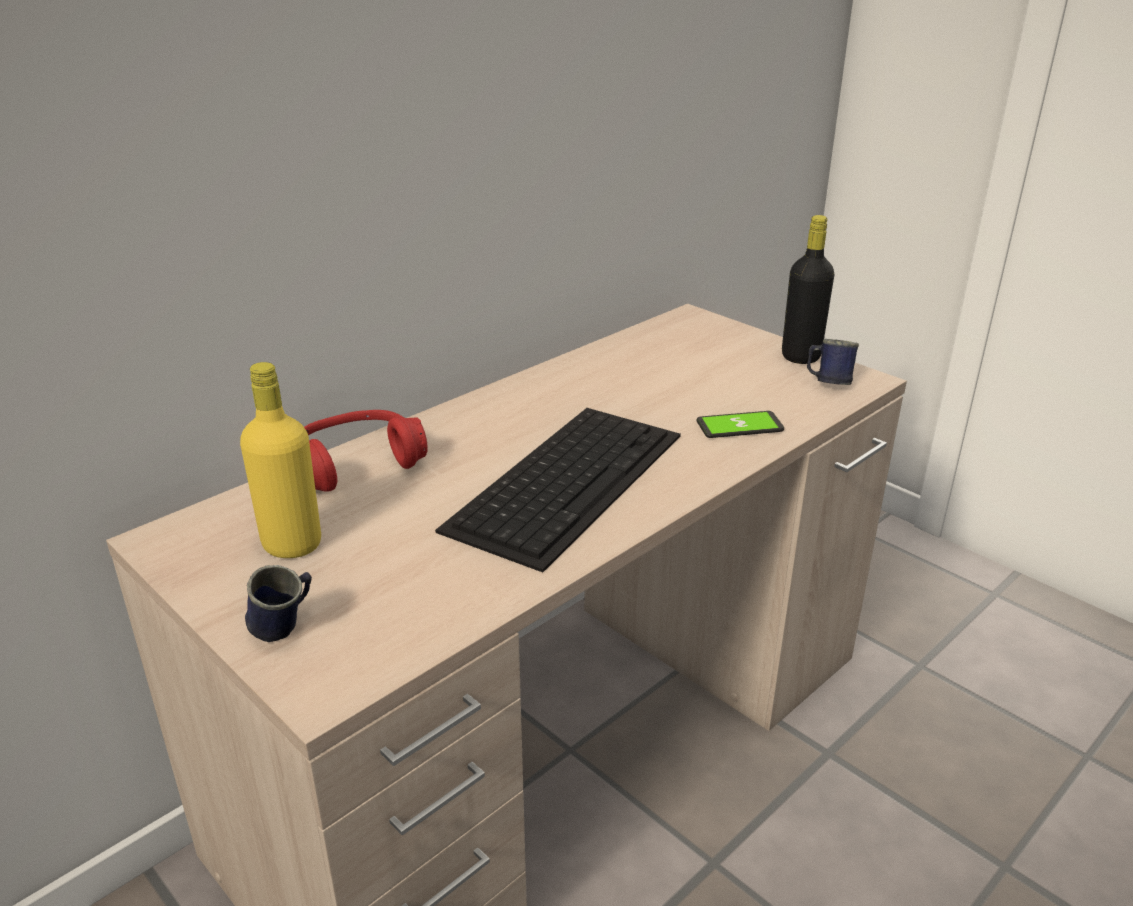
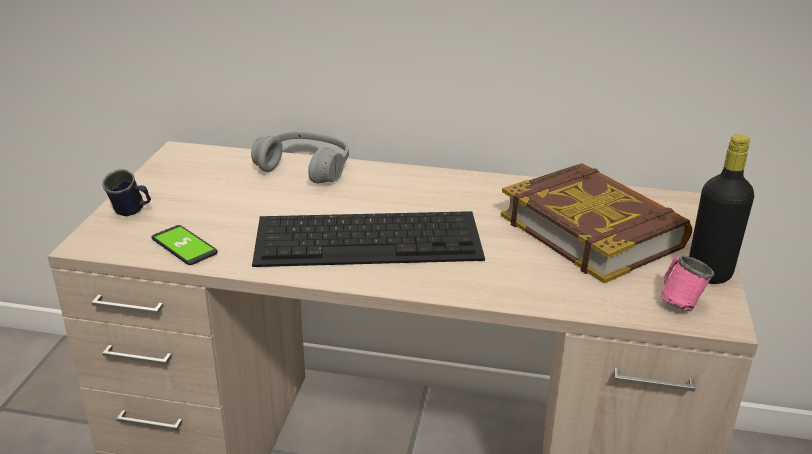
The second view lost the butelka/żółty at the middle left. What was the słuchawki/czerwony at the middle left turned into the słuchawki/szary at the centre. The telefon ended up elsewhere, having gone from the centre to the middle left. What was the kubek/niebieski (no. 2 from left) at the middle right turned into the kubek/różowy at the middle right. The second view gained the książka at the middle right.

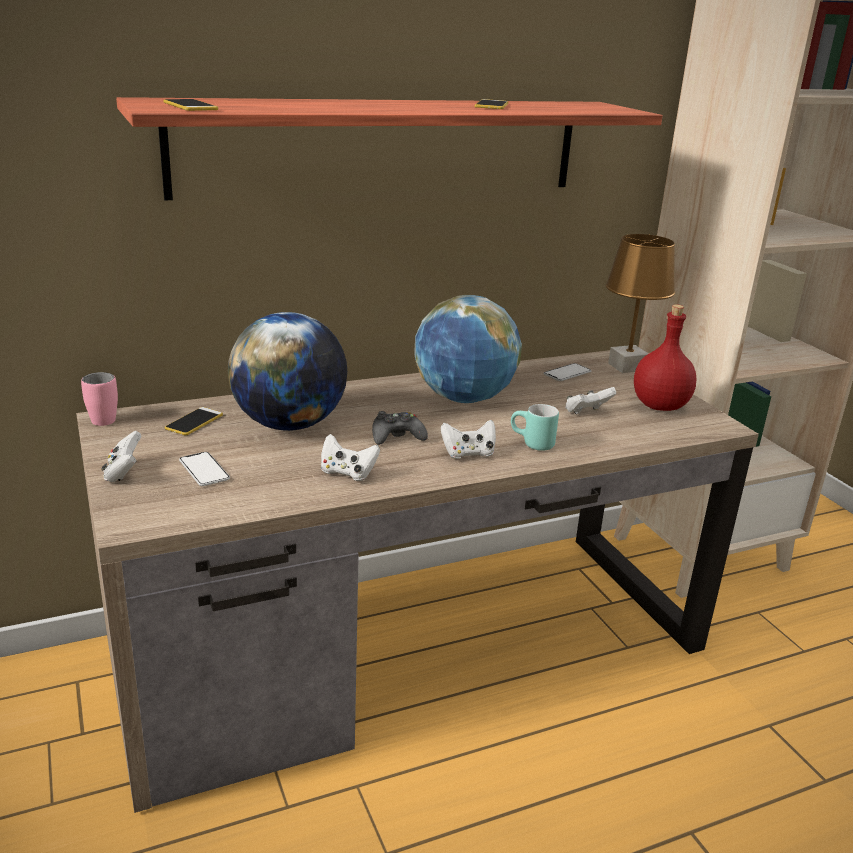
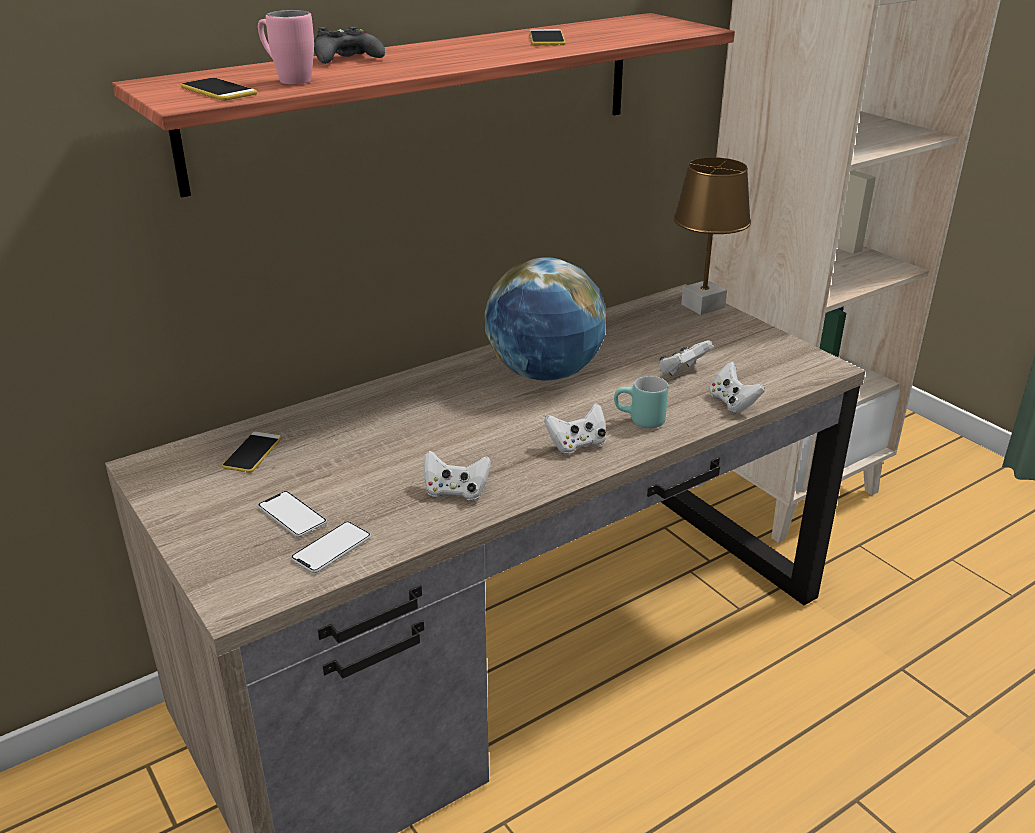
The kubek/różowy ended up elsewhere, having gone from the middle left to the top left. The pad do gier/biały (no. 1 from left in the first image) ended up elsewhere, having gone from the middle left to the middle right. The second view lost the globus (no. 1 from left) at the centre. The pad do gier/czarny ended up elsewhere, having gone from the centre to the top centre. The telefon (no. 5 from left in the first image) ended up elsewhere, having gone from the centre to the middle left. The second view lost the butelka/czerwony at the middle right.

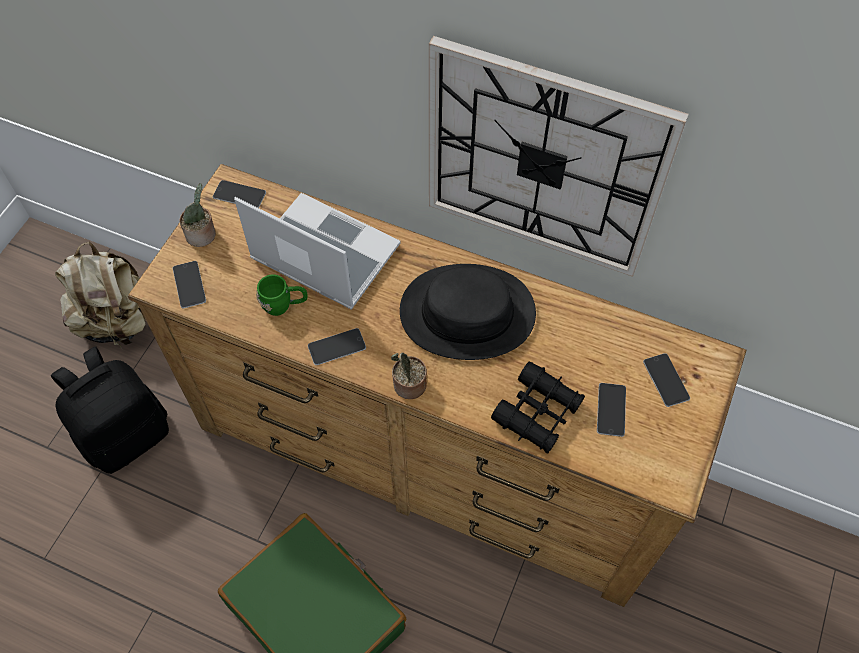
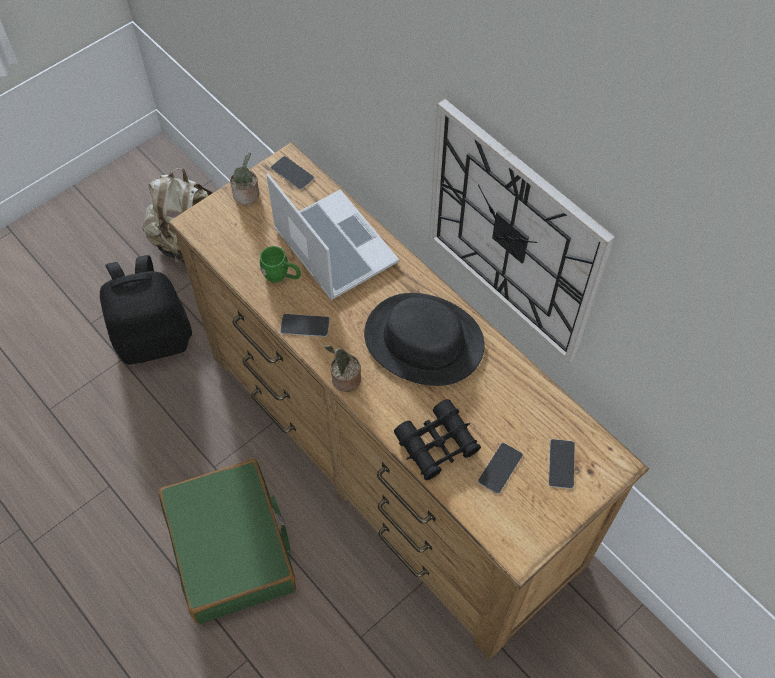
The second view lost the telefon (no. 1 from left) at the middle left.

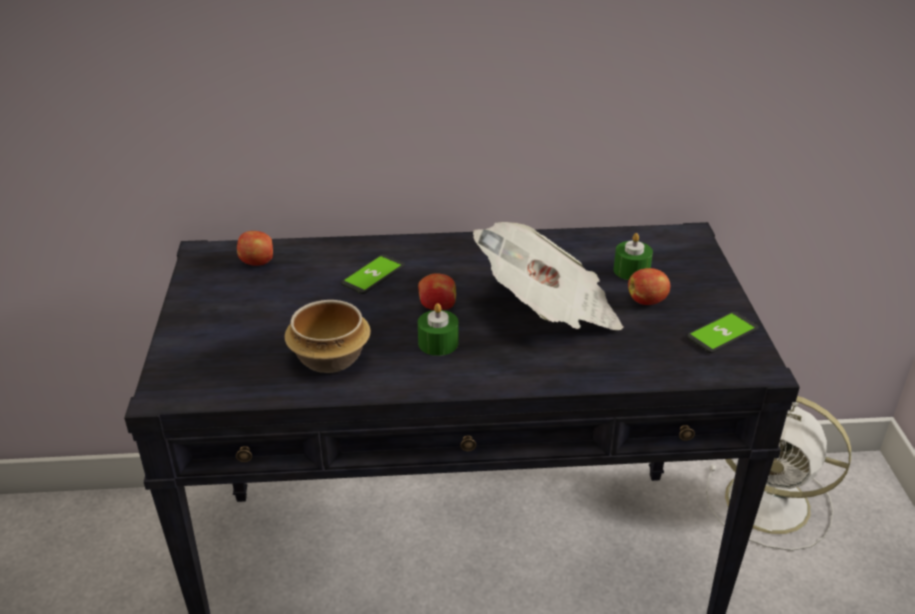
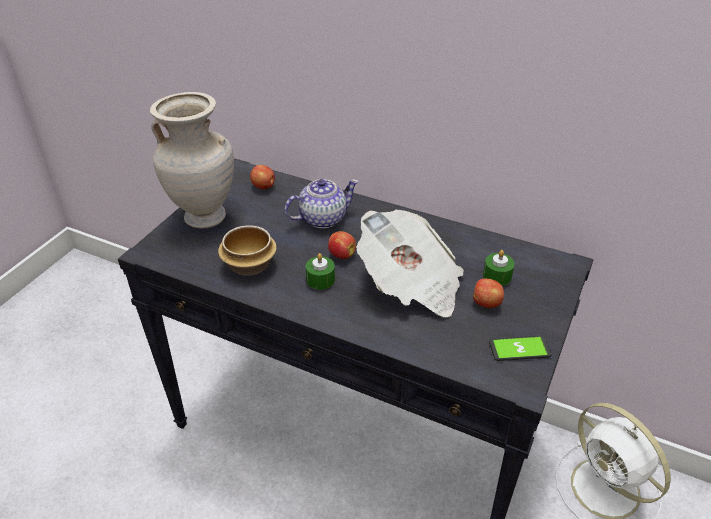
Where the telefon (no. 1 from left) stood at the centre, the imbryk came to stand at the centre. The second view gained the wazon/beżowy at the top left.

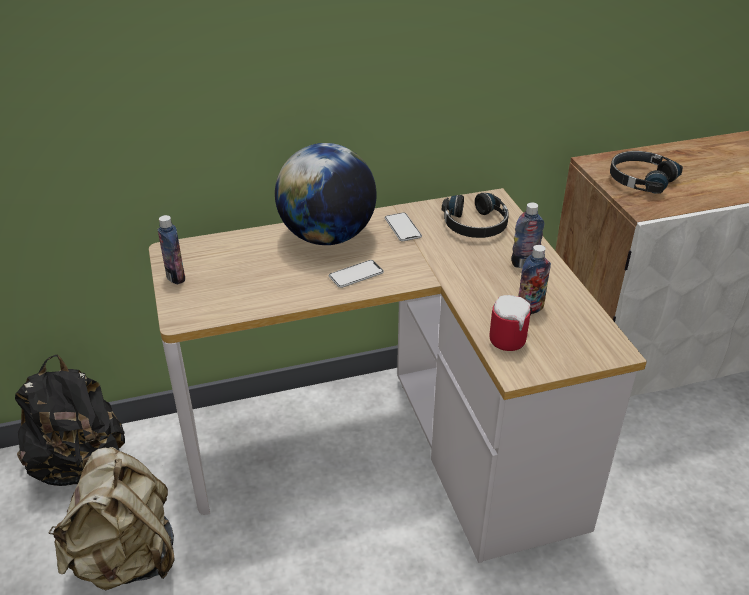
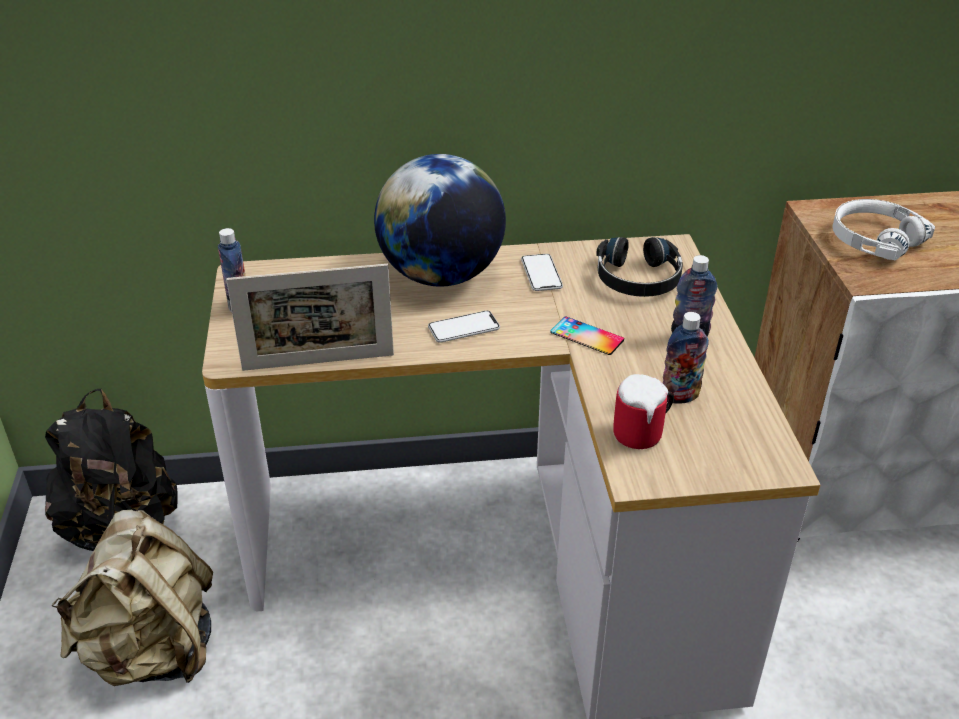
What was the słuchawki/czarny (no. 2 from left) at the top right turned into the słuchawki/biały at the top right. The second view gained the ramka na zdjęcie at the middle left. The second view gained the telefon (no. 3 from left) at the centre.

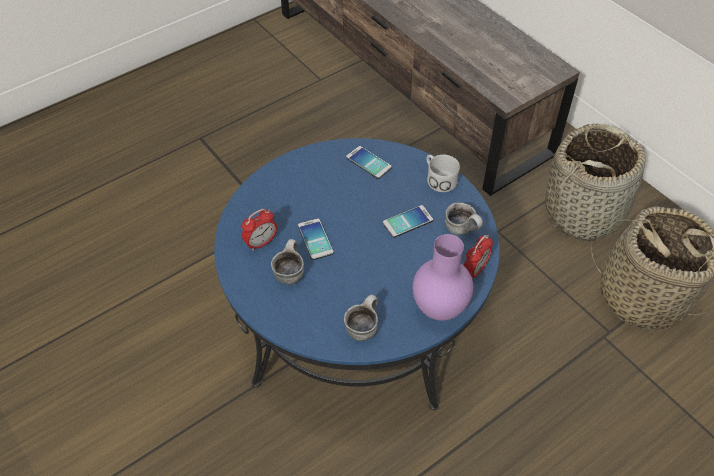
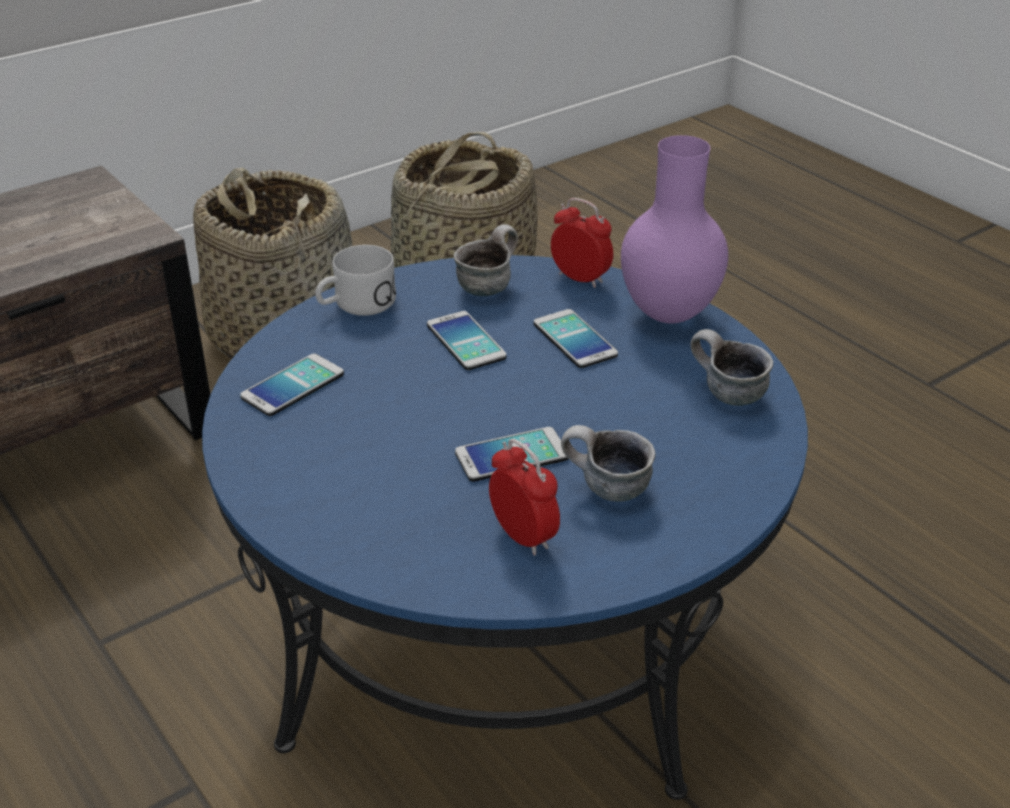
The second view gained the telefon (no. 4 from left) at the centre.

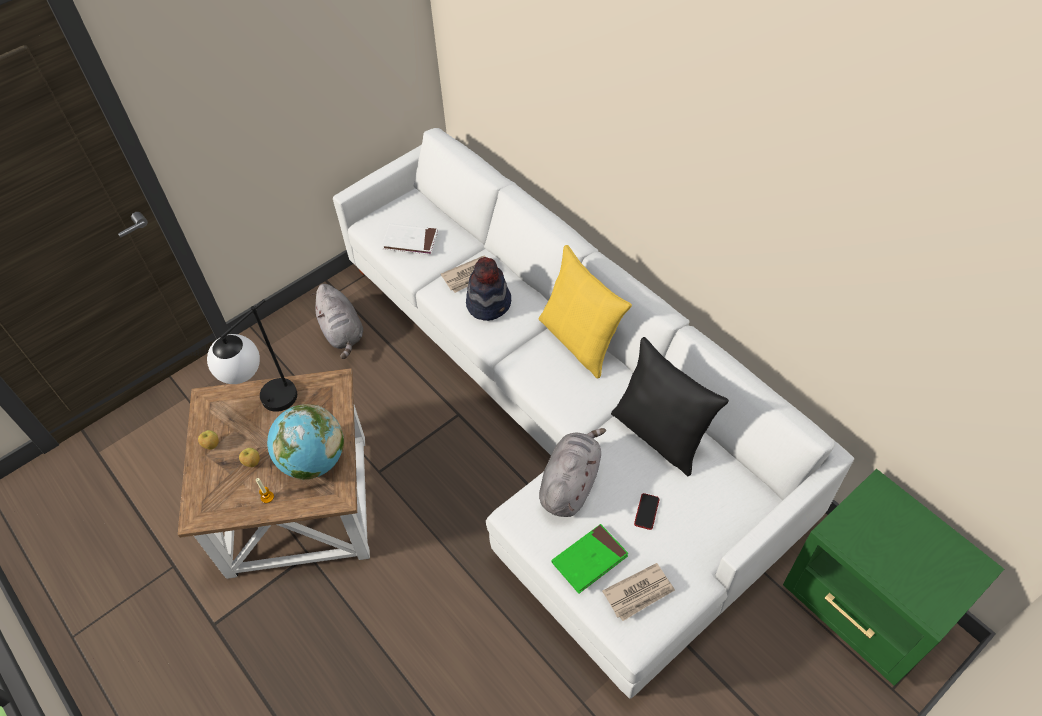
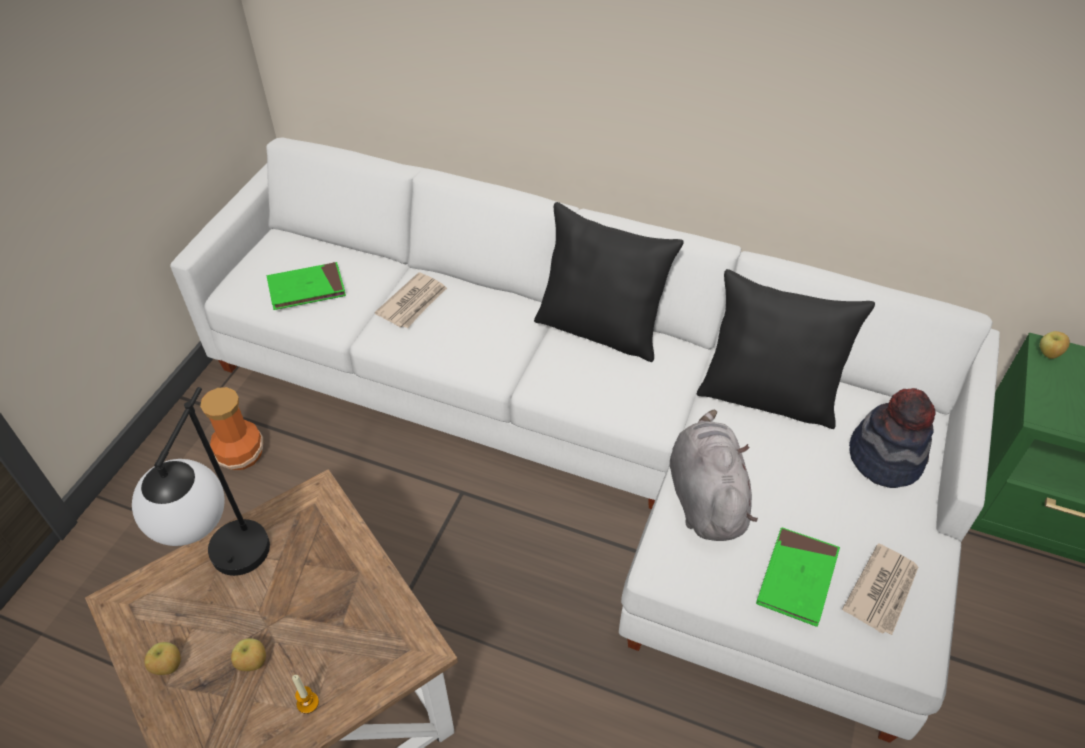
The second view lost the globus at the middle left. Where the pluszak/szary (no. 1 from left) stood at the middle left, the wazon came to stand at the middle left. What was the książka/biały at the centre turned into the książka/zielony (no. 1 from left) at the middle left. The kapelusz ended up elsewhere, having gone from the centre to the middle right. What was the poduszka/żółty at the centre turned into the poduszka/czarny (no. 1 from left) at the centre. The second view lost the telefon at the bottom centre. The second view gained the jabłko (no. 3 from left) at the middle right.

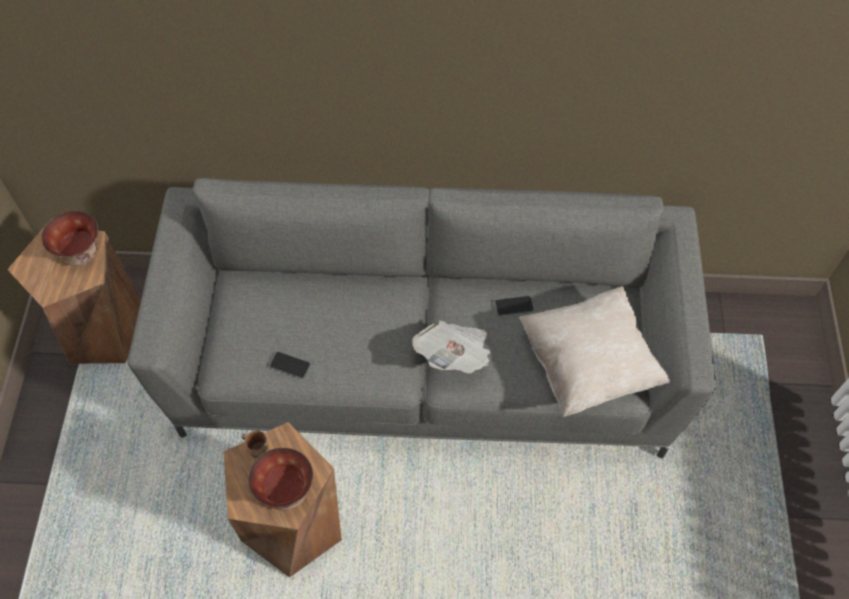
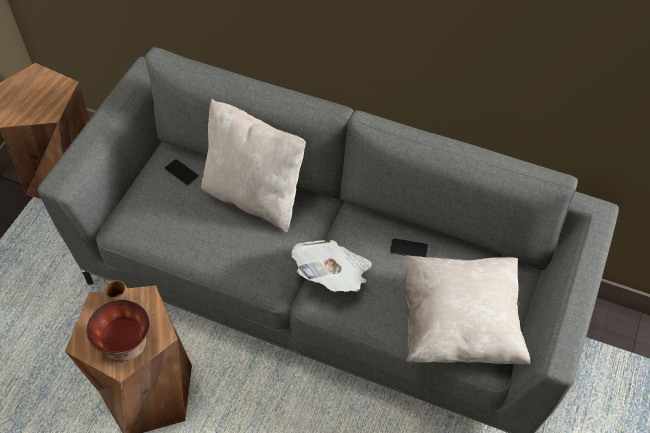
The second view lost the miska (no. 1 from left) at the middle left. The telefon (no. 1 from left) ended up elsewhere, having gone from the centre to the middle left. The second view gained the poduszka/beżowy (no. 1 from left) at the centre.

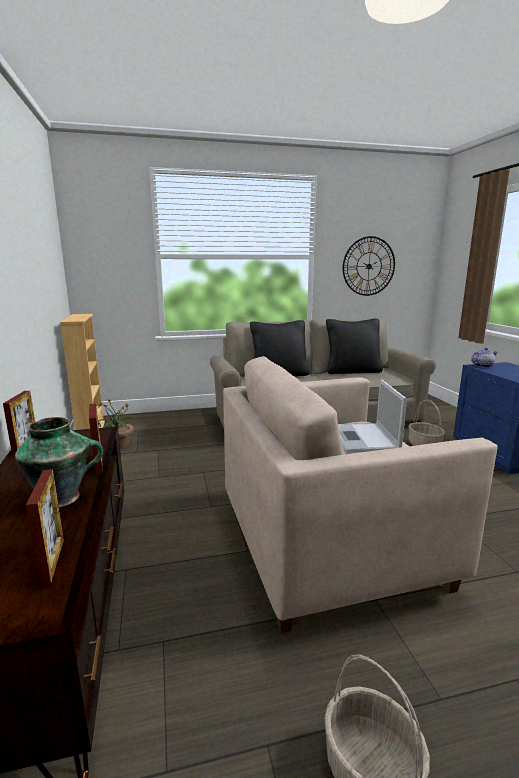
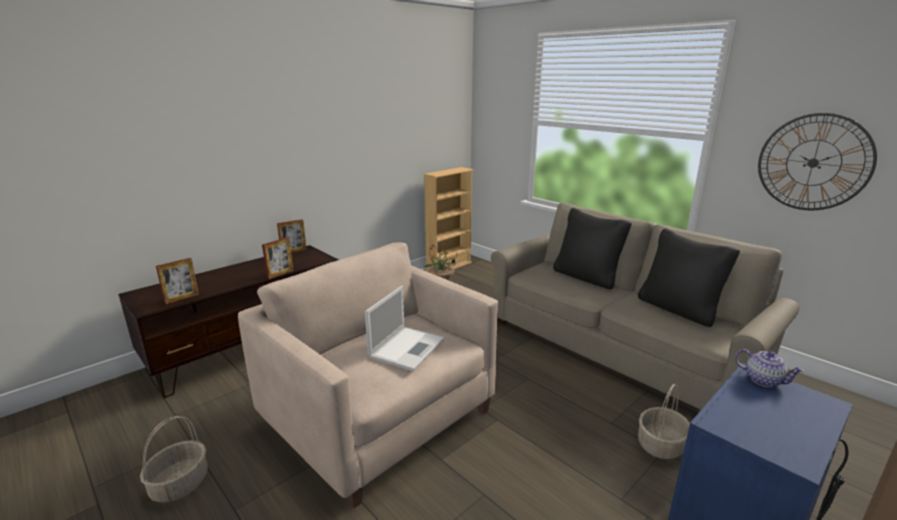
The second view lost the wazon at the middle left. The laptop at the middle right ended up facing another way, 150 degrees clockwise from before.

